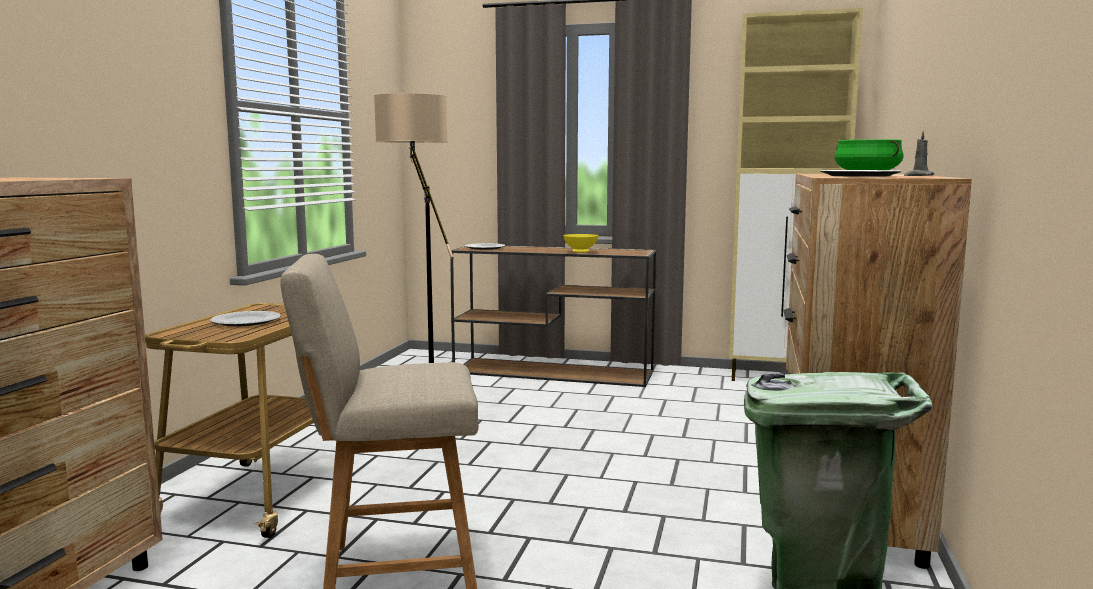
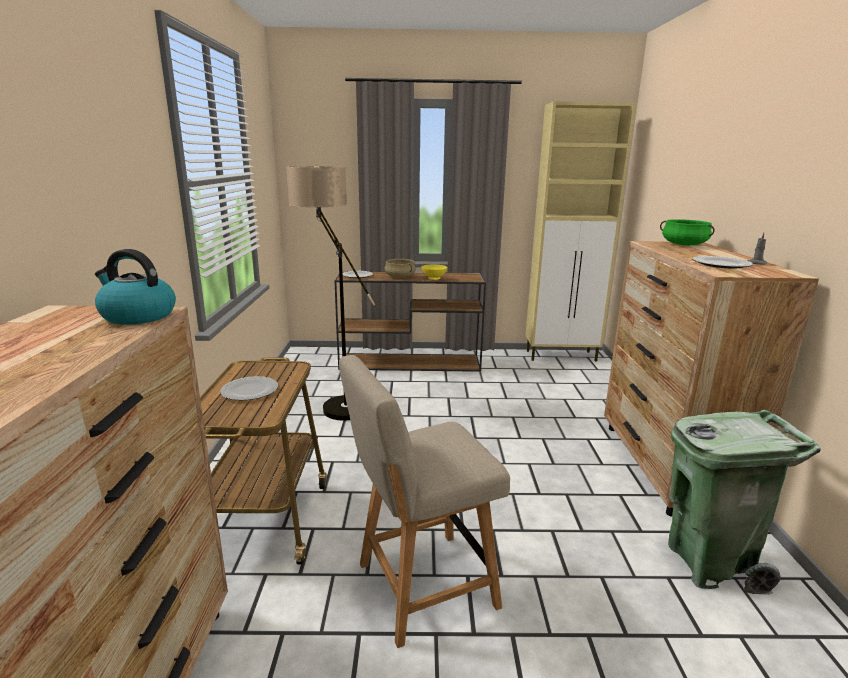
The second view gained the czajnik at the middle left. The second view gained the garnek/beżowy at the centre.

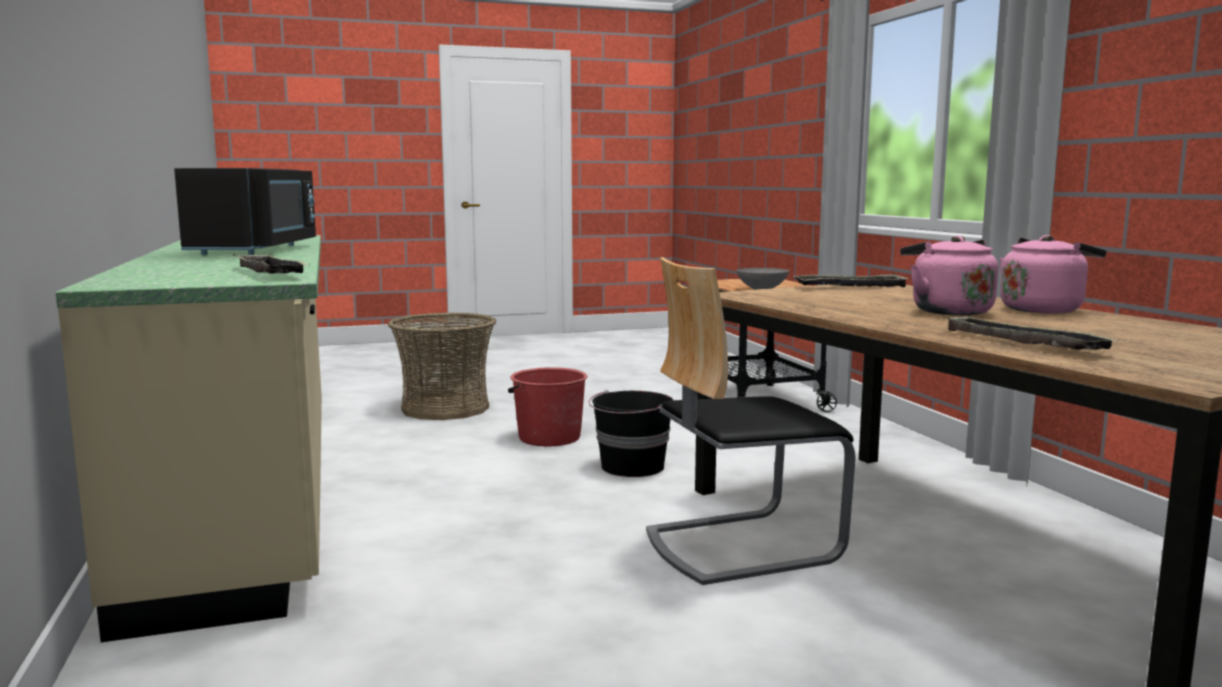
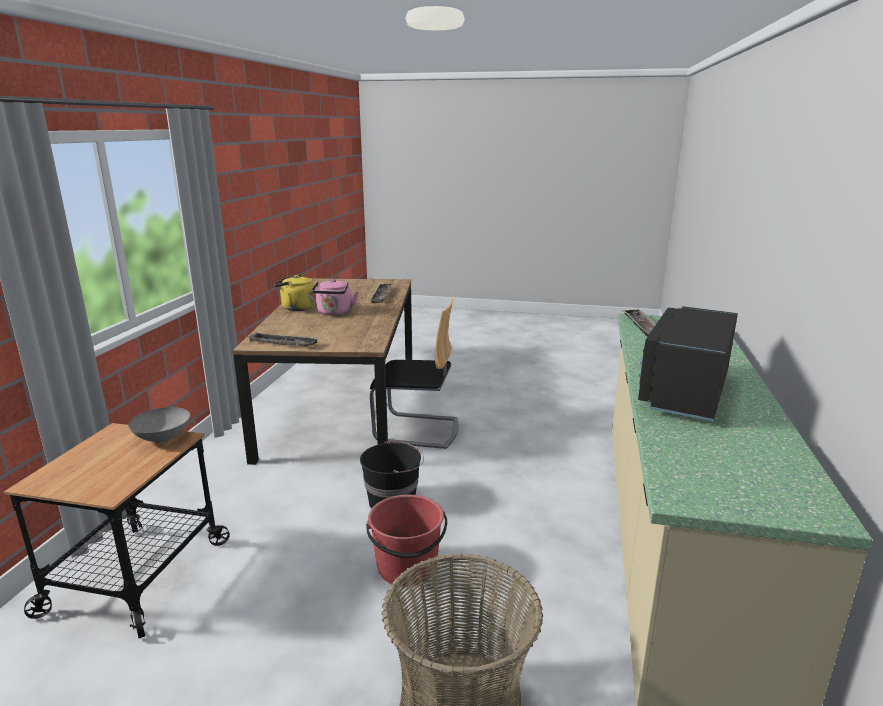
What was the czajnik/różowy (no. 2 from left) at the middle right turned into the czajnik/żółty at the middle left.

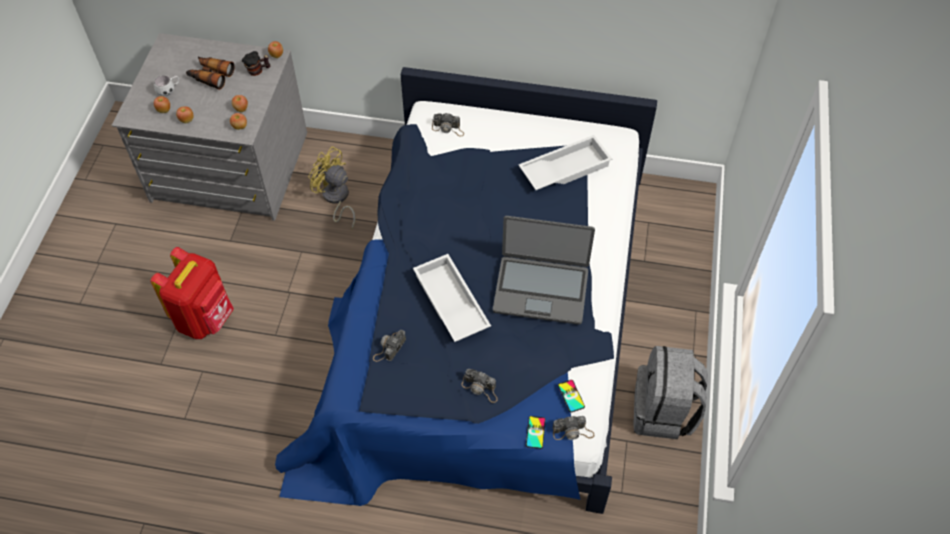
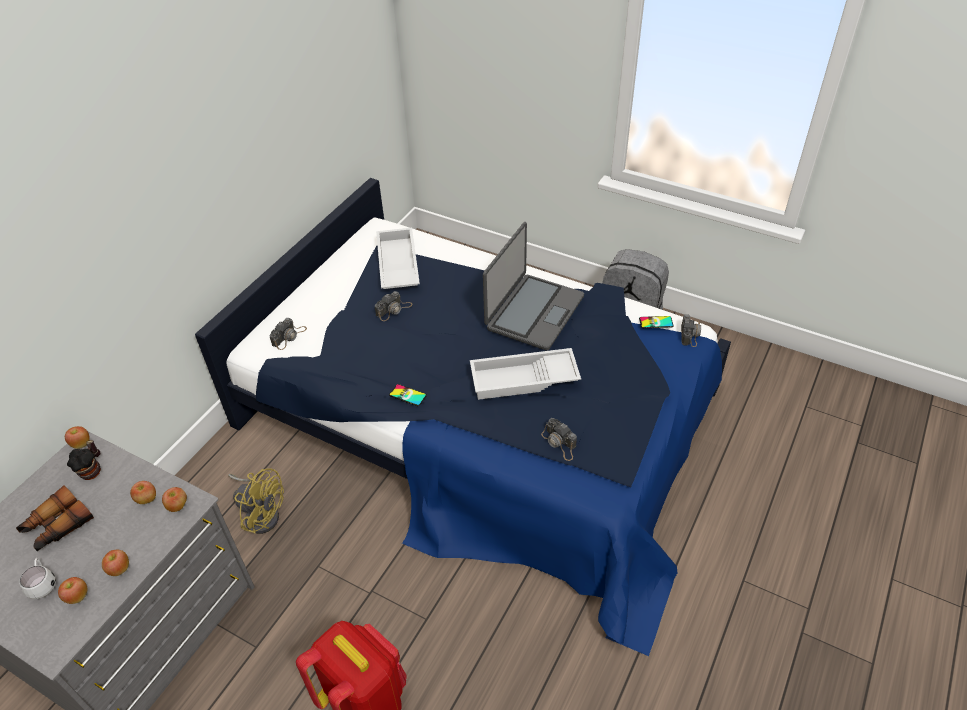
The wentylator/żółty at the centre ended up facing another way, 120 degrees counterclockwise from before. The aparat fotograficzny (no. 3 from left in the first image) ended up elsewhere, having gone from the bottom centre to the centre. The telefon (no. 1 from left) ended up elsewhere, having gone from the bottom centre to the centre.

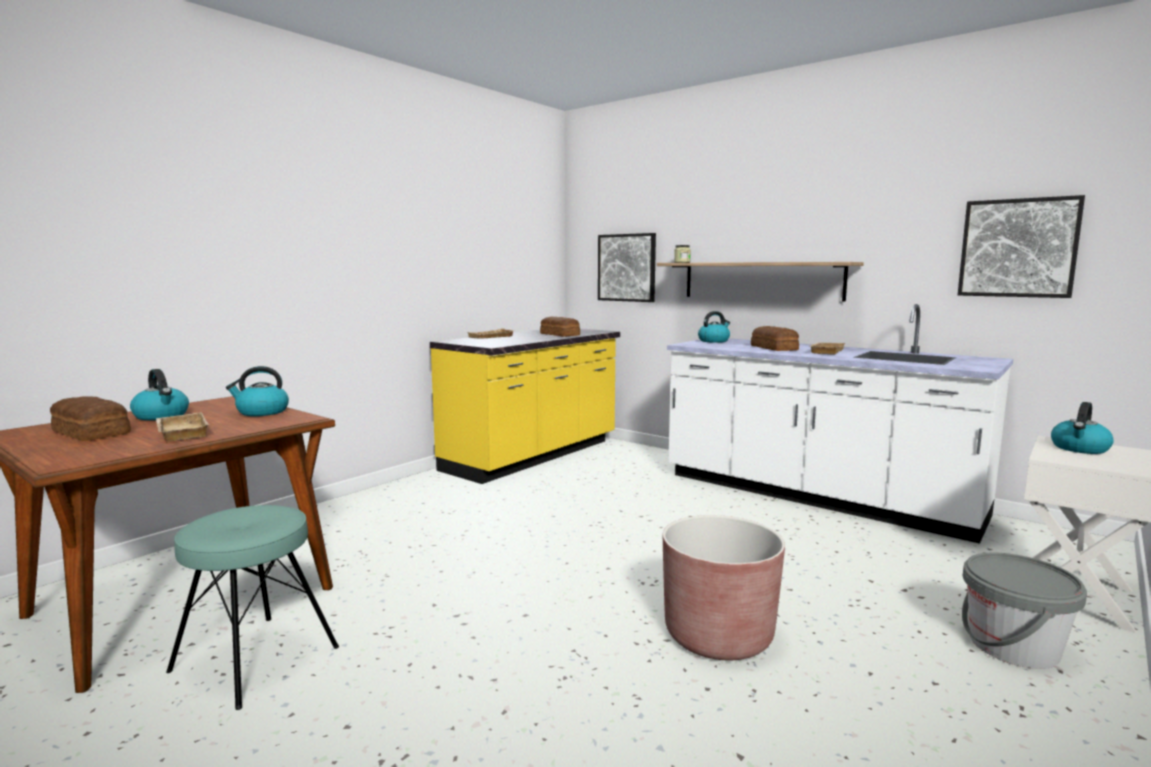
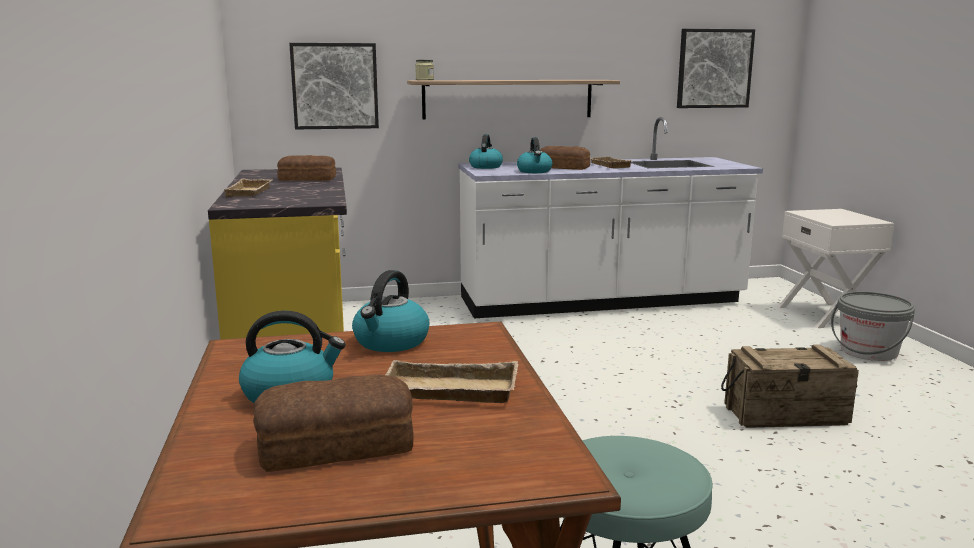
Where the donica/brązowy stood at the bottom centre, the skrzynka came to stand at the bottom right. The czajnik (no. 4 from left) ended up elsewhere, having gone from the middle right to the top centre.

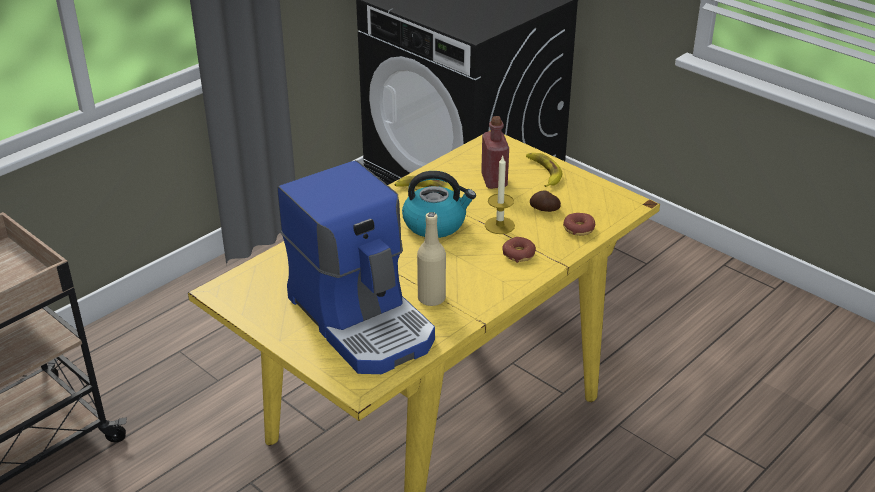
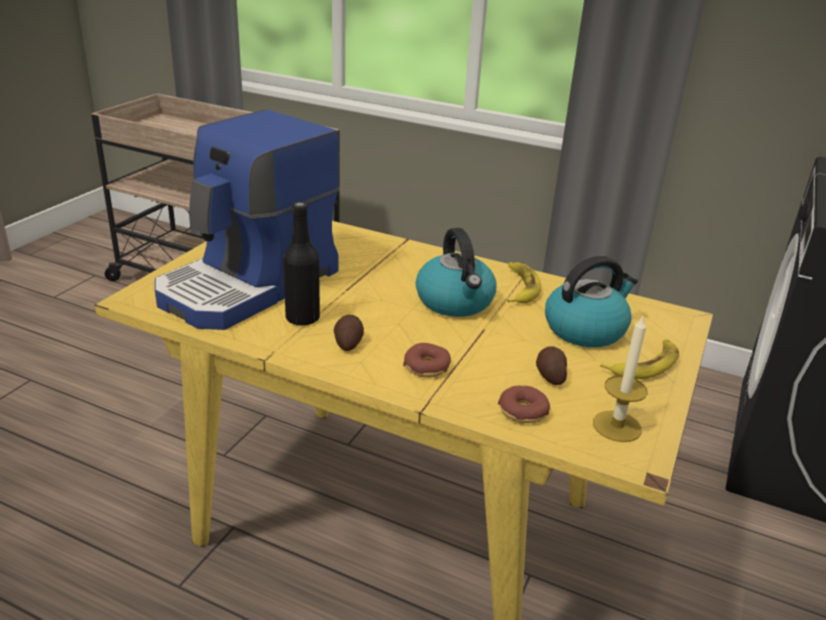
What was the butelka/beżowy at the centre turned into the butelka/czarny at the centre. Where the butelka/czerwony stood at the top centre, the czajnik (no. 2 from left) came to stand at the middle right. The świeca ended up elsewhere, having gone from the centre to the middle right. The second view gained the ziemniak (no. 1 from left) at the centre.

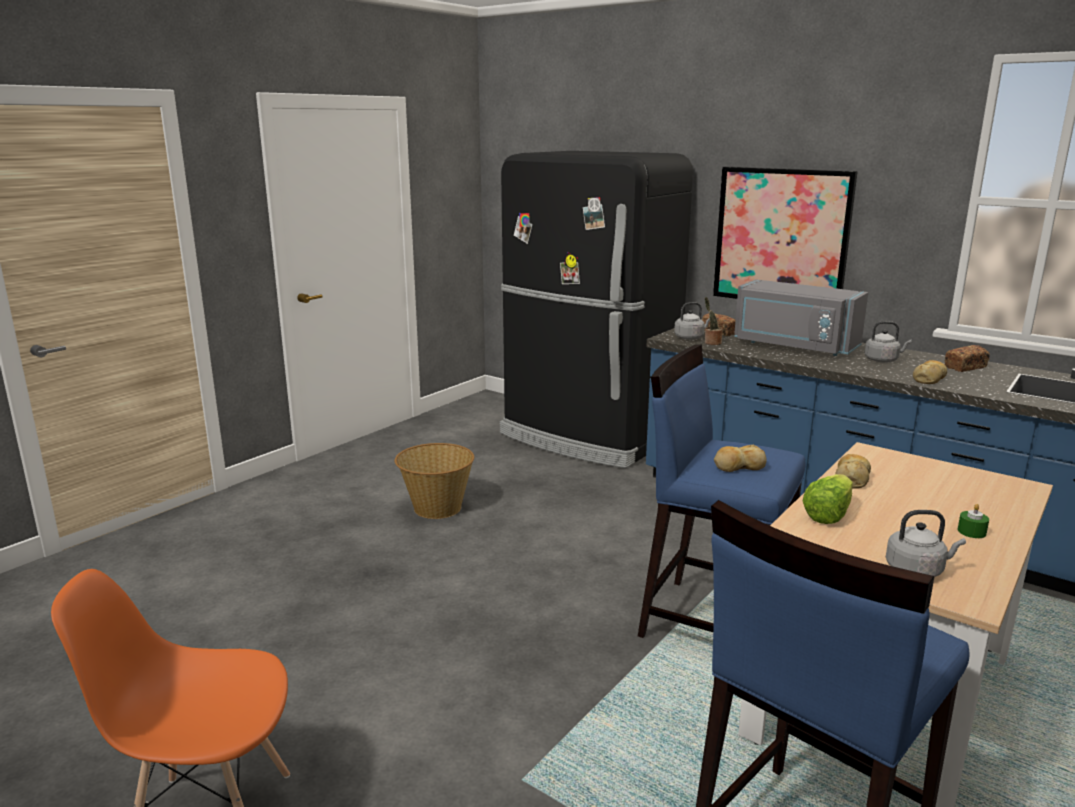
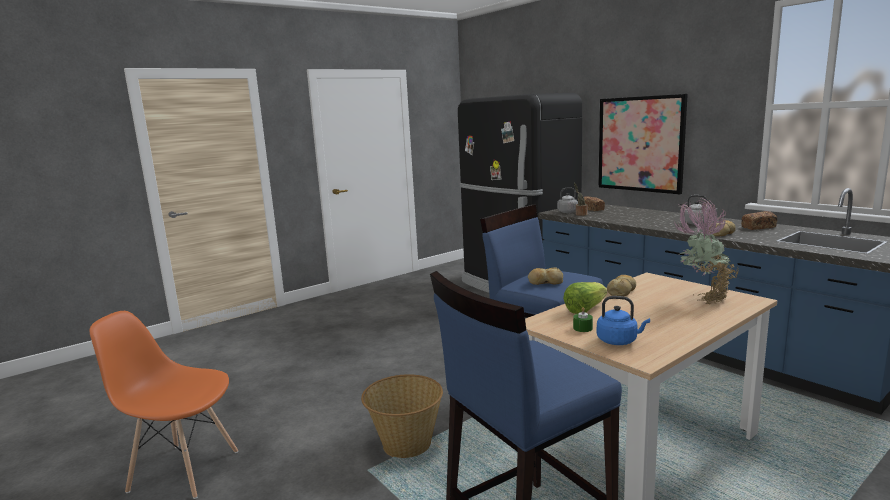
The koszyk ended up elsewhere, having gone from the centre to the bottom centre. The second view lost the mikrofalówka/szary at the middle right. What was the czajnik/szary (no. 3 from left) at the bottom right turned into the czajnik/niebieski at the middle right. The świeca/zielony ended up elsewhere, having gone from the middle right to the centre. The second view gained the roślina doniczkowa (no. 2 from left) at the middle right.

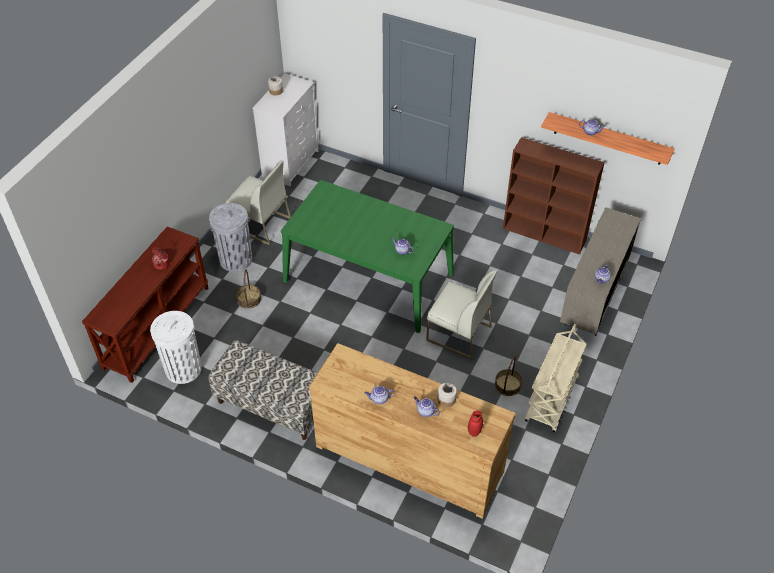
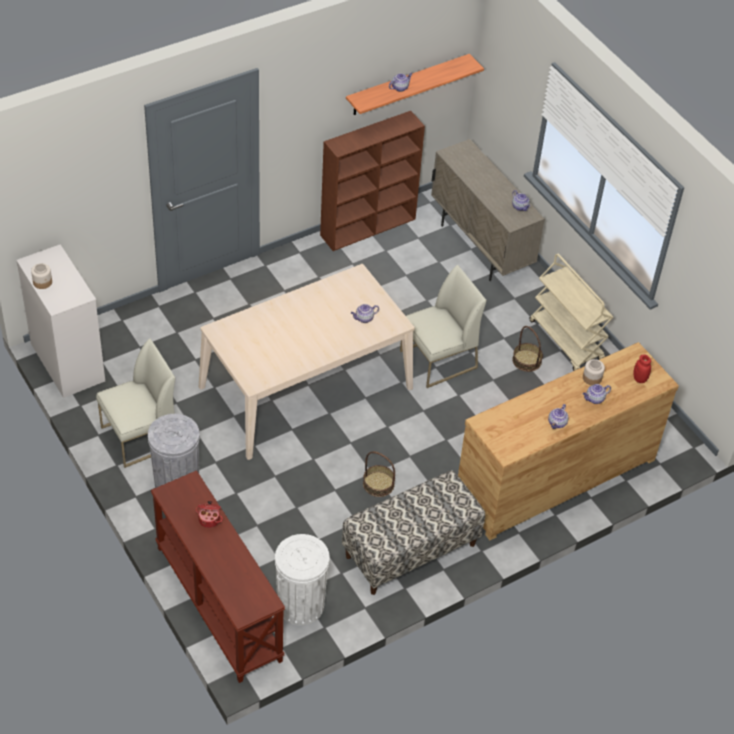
The koszyk (no. 1 from left) ended up elsewhere, having gone from the middle left to the centre. What was the stół jadalny/zielony at the centre turned into the stół jadalny/beżowy at the centre.

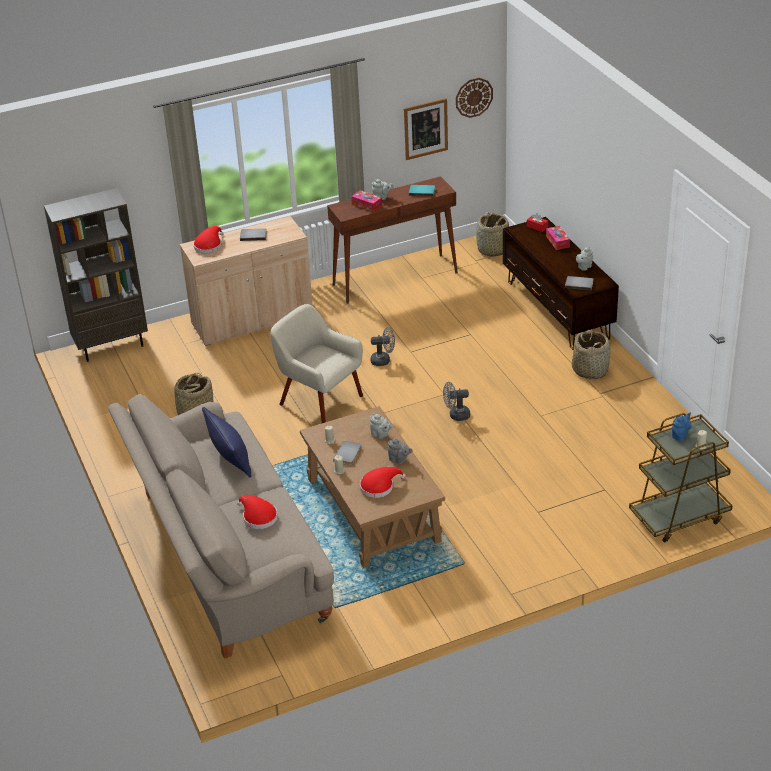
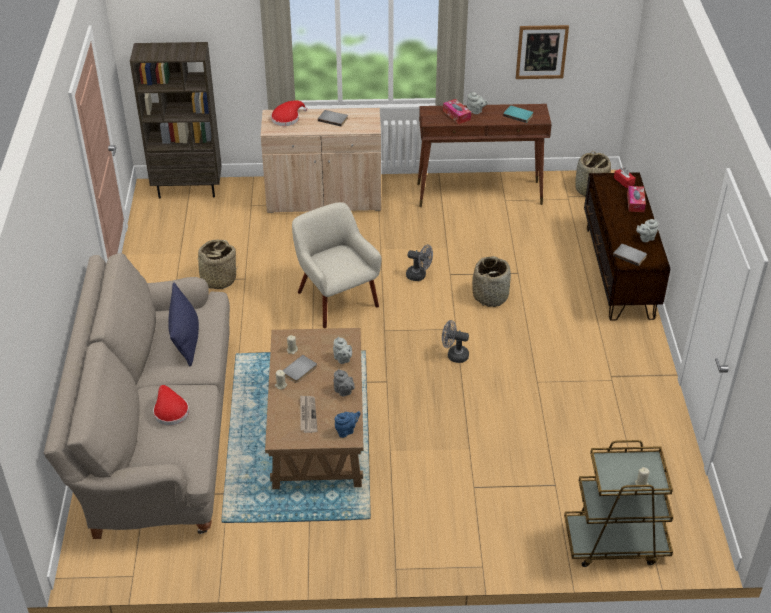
Where the kapelusz/czerwony (no. 3 from left) stood at the centre, the gazeta came to stand at the bottom centre. The second view lost the zegar ścienny at the top centre. The koszyk (no. 3 from left in the first image) ended up elsewhere, having gone from the middle right to the centre. The imbryk/niebieski ended up elsewhere, having gone from the middle right to the bottom centre.

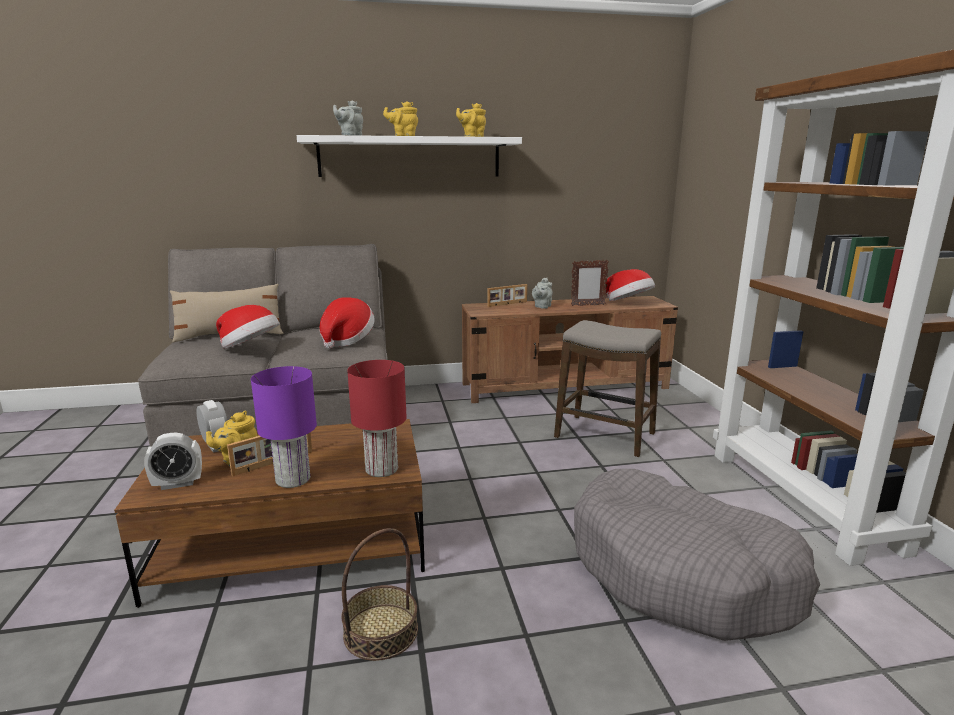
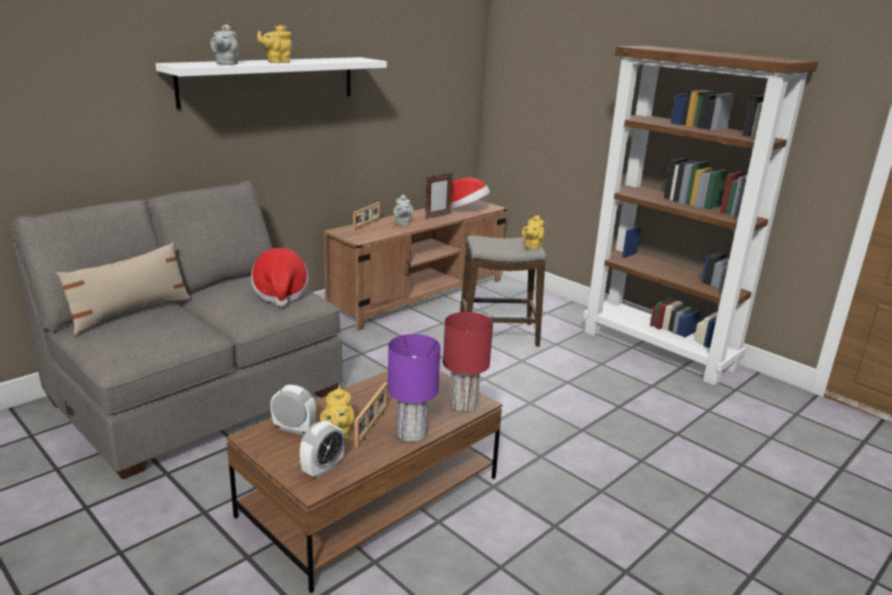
The second view lost the kapelusz (no. 1 from left) at the middle left. The second view lost the koszyk at the bottom centre. The imbryk/żółty (no. 3 from left) ended up elsewhere, having gone from the top centre to the centre. The second view lost the legowisko/szary at the bottom right.

